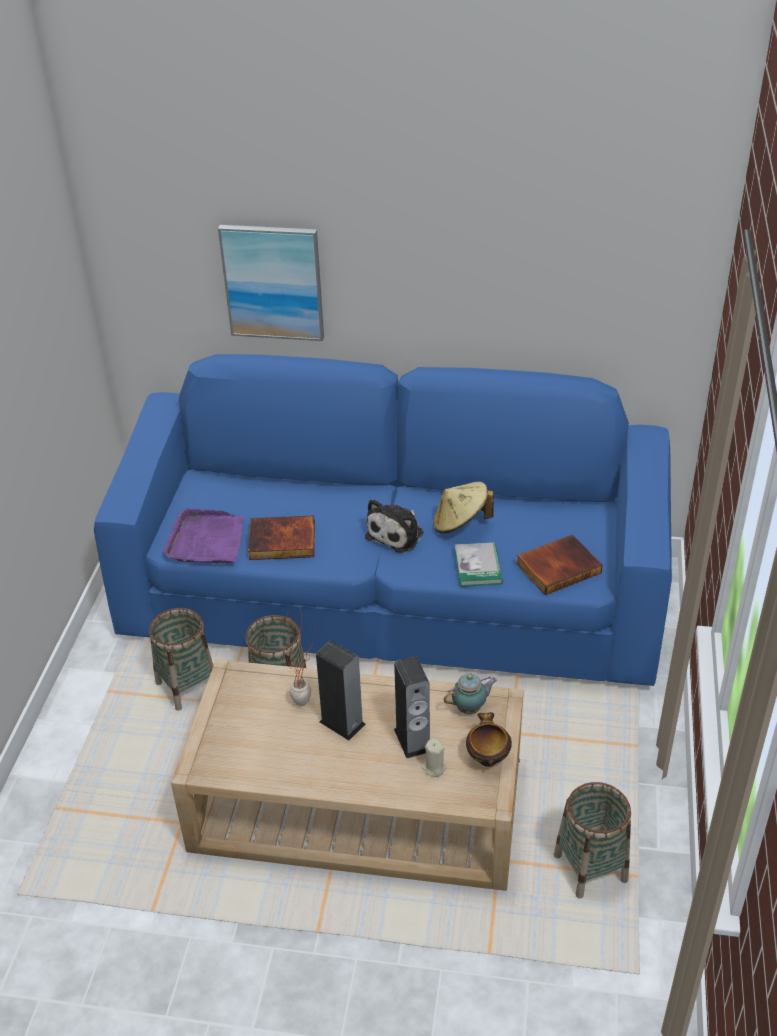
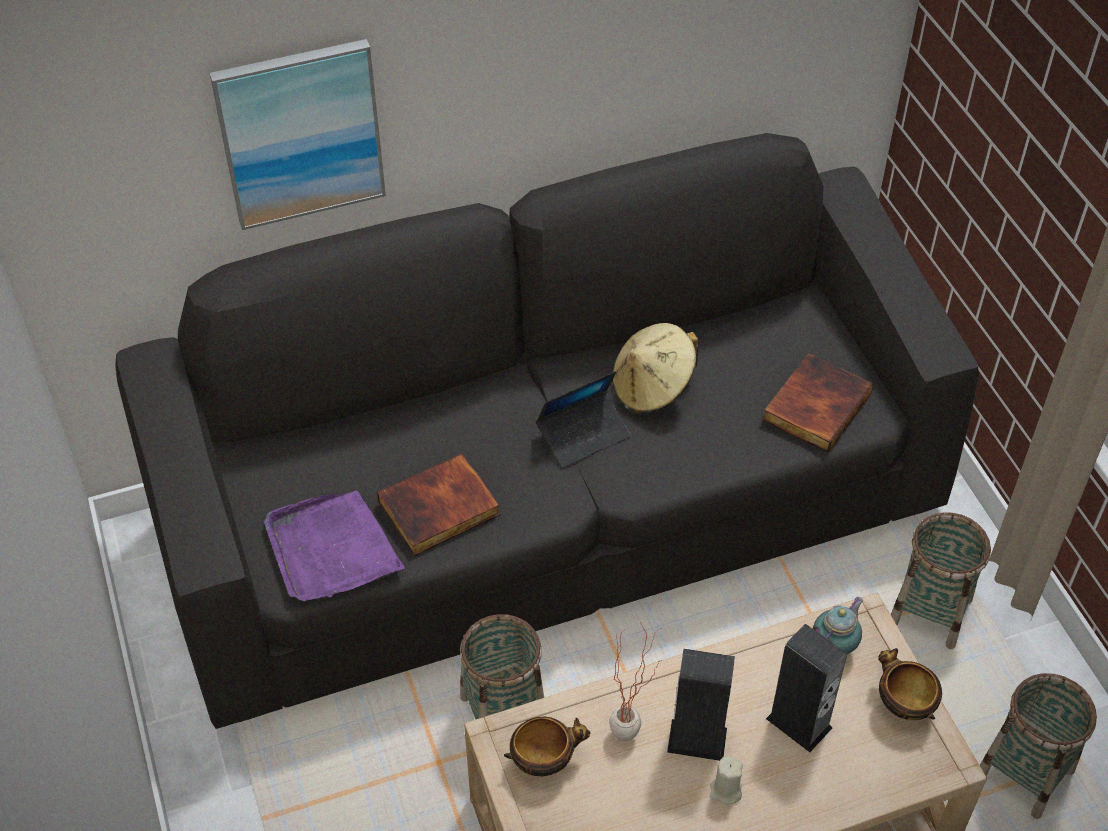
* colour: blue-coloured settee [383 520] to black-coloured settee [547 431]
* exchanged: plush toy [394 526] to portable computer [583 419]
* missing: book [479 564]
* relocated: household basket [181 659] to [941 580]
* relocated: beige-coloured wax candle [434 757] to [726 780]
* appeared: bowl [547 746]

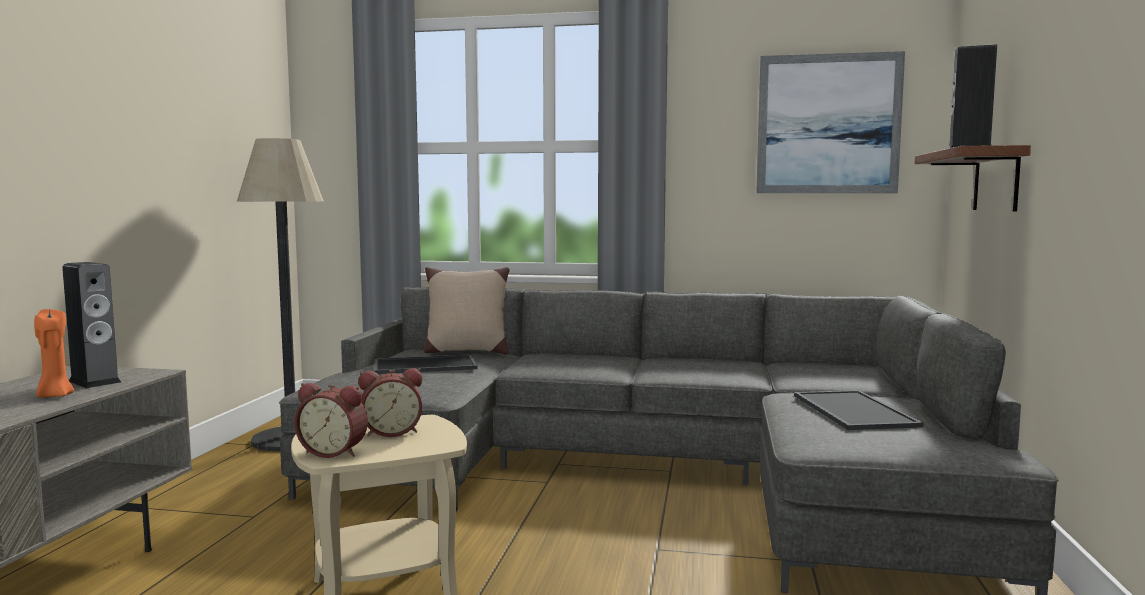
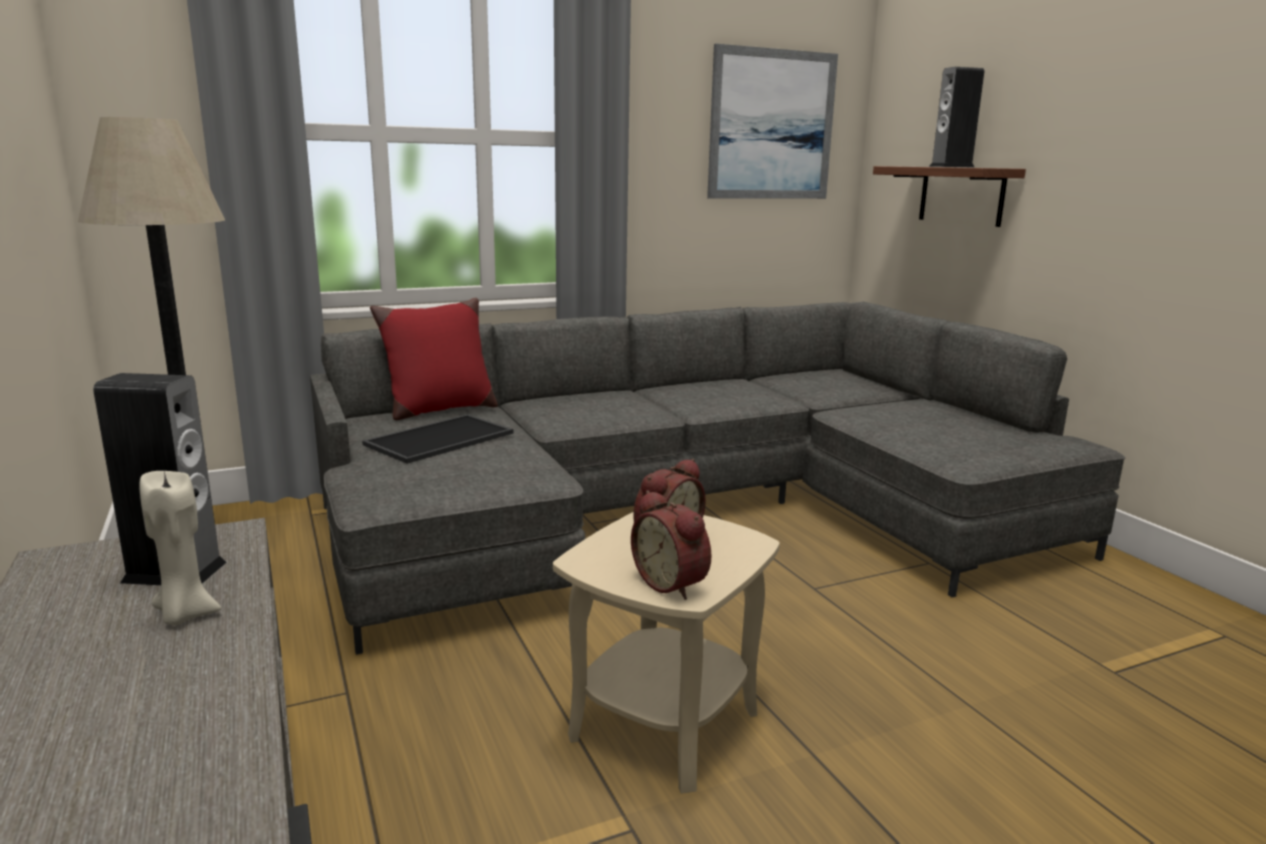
* colour: beige-coloured pillow [466 311] to red pillow [434 359]
* colour: orange-coloured wax candle [54 353] to beige-coloured wax candle [180 548]
* spun: alarm clock [331 420] = [671 545] 75 degrees clockwise
* missing: tray [858 410]

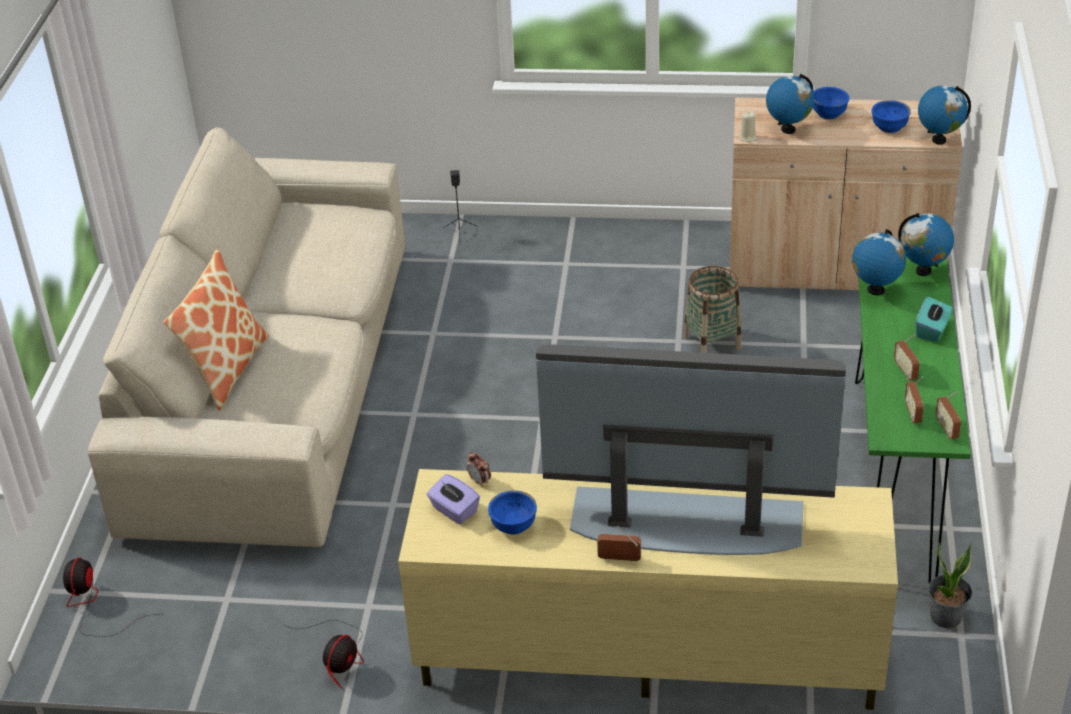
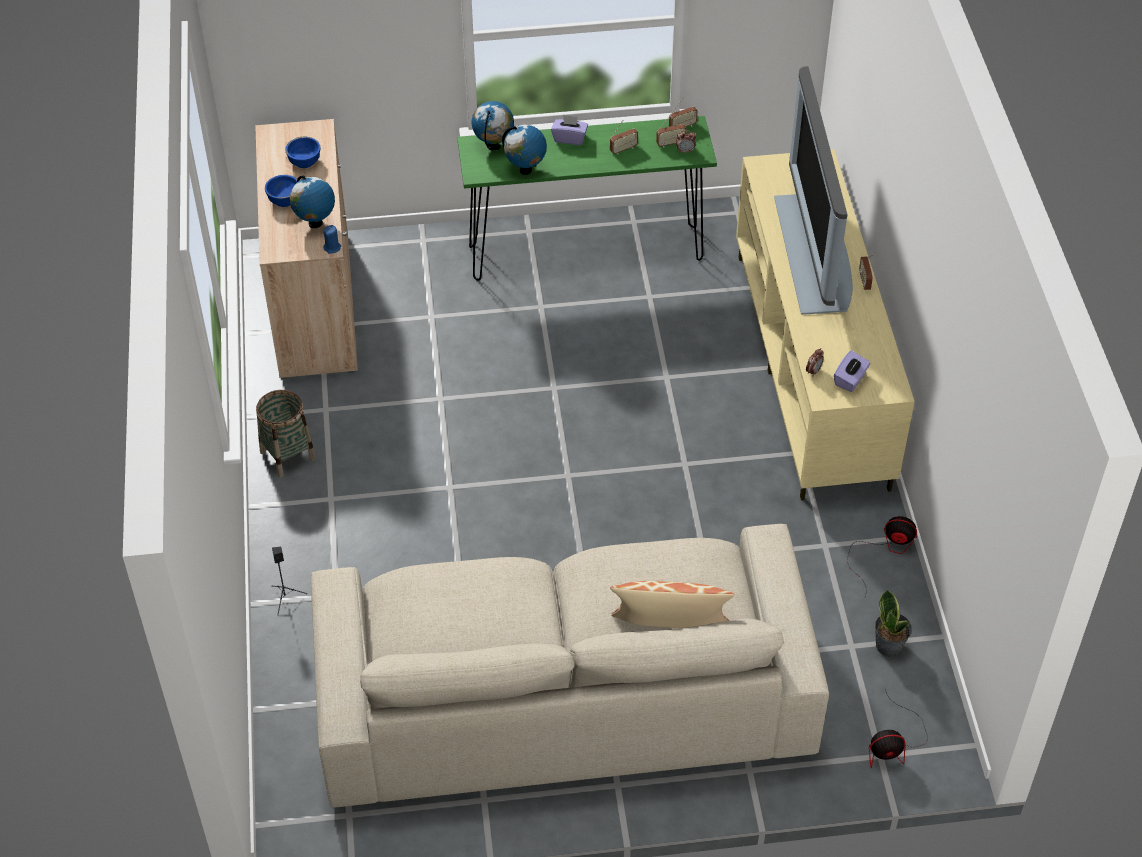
* missing: globe [944 115]
* colour: beige-coloured wax candle [748 127] to blue-coloured wax candle [332 239]
* relocated: household basket [712 309] to [286 433]
* colour: blue-green tissue holder [933 319] to purple-coloured tissue holder [569 129]
* missing: blue-coloured bowl [512 512]
* relocated: houseplant [950 585] to [893 623]
* appeared: alarm clock [686 142]

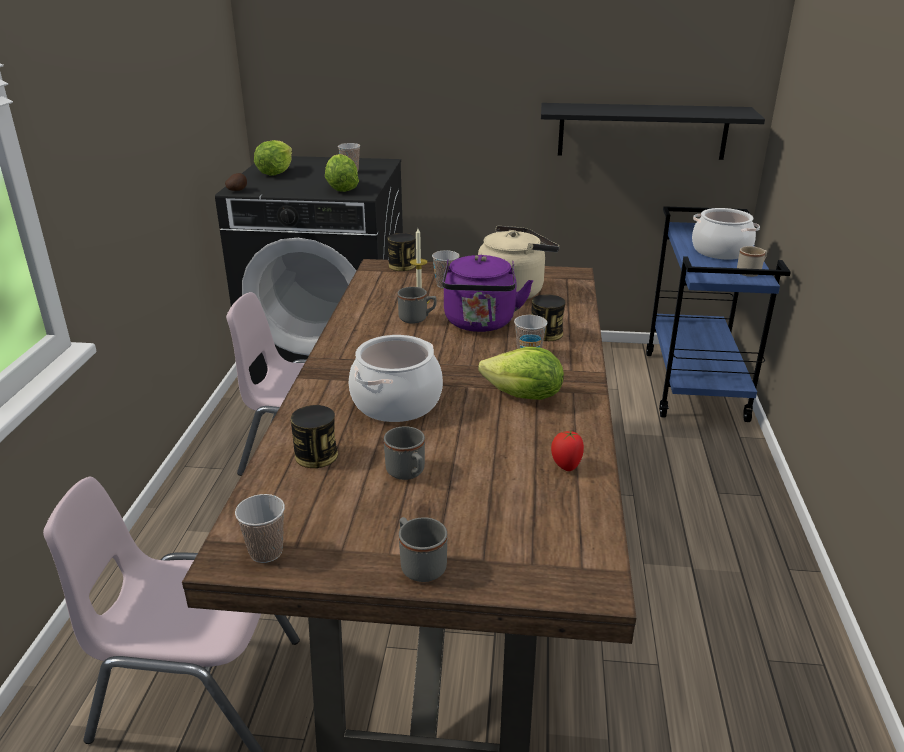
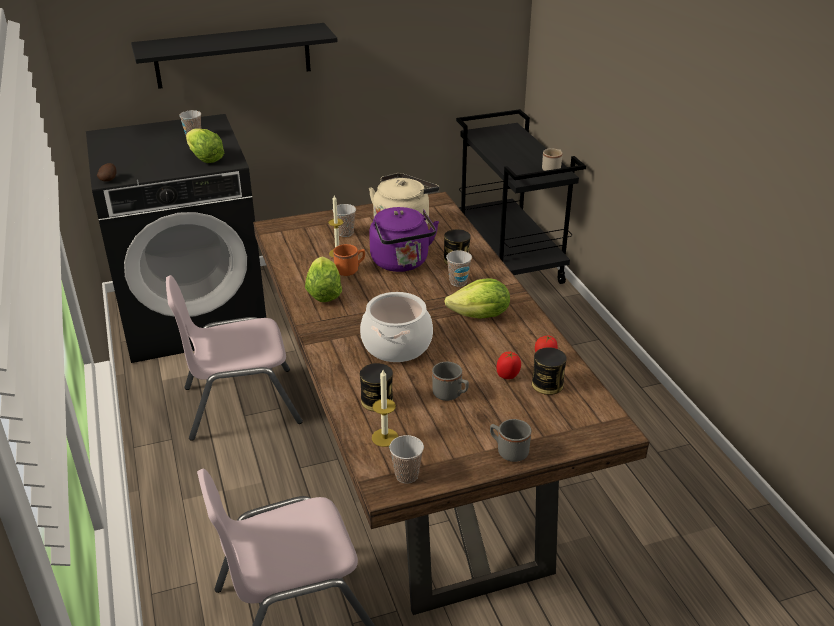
* relocated: black-coloured shelf [653 131] to [234 56]
* relocated: head of lettuce [273 158] to [323 279]
* colour: blue-coloured trolley [718 314] to black-coloured trolley [521 196]
* missing: saucepot [726 234]
* relocated: sealed can [402 252] to [549 371]
* colour: grey tea mug [417 305] to orange-coloured tea mug [349 260]
* appeared: fresh tomato [508 365]
* appeared: wax candle [385 408]

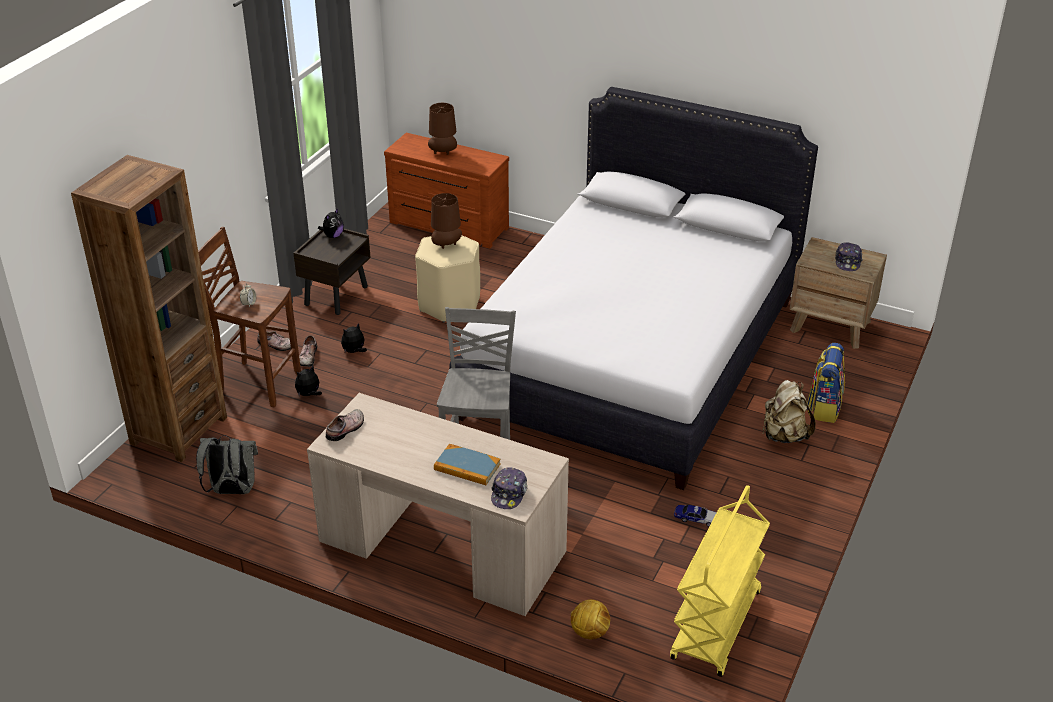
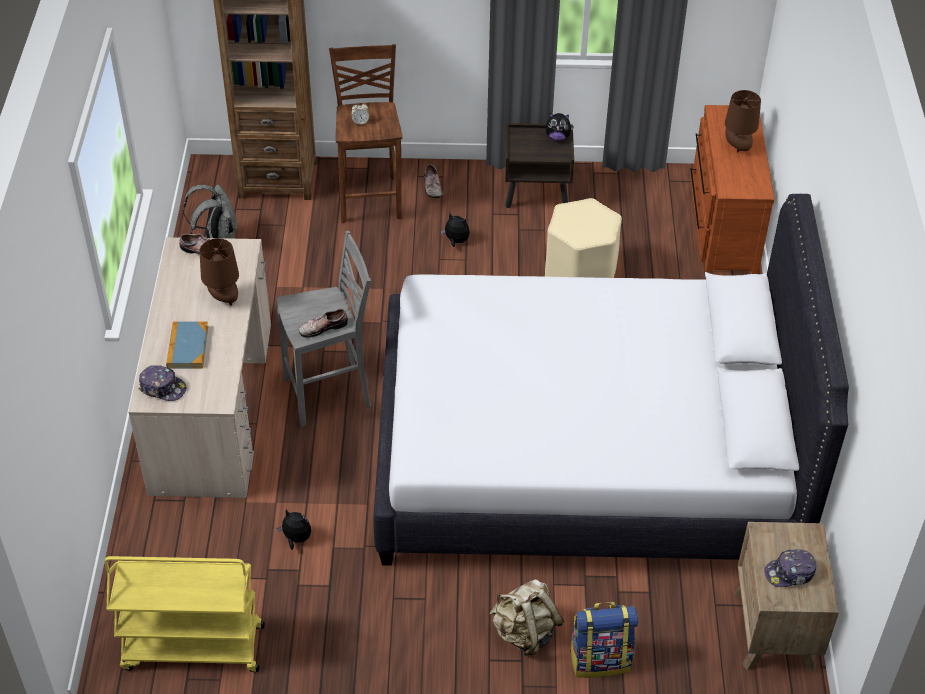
* relocated: brown-coloured lamp for a table [446 221] to [219 272]
* relocated: shoe [308 351] to [323 323]
* relocated: plush toy [308 381] to [294 529]
* spun: cap [509 488] = [162 383] 150 degrees counterclockwise
* missing: toy car [695 516]
* missing: football [590 619]

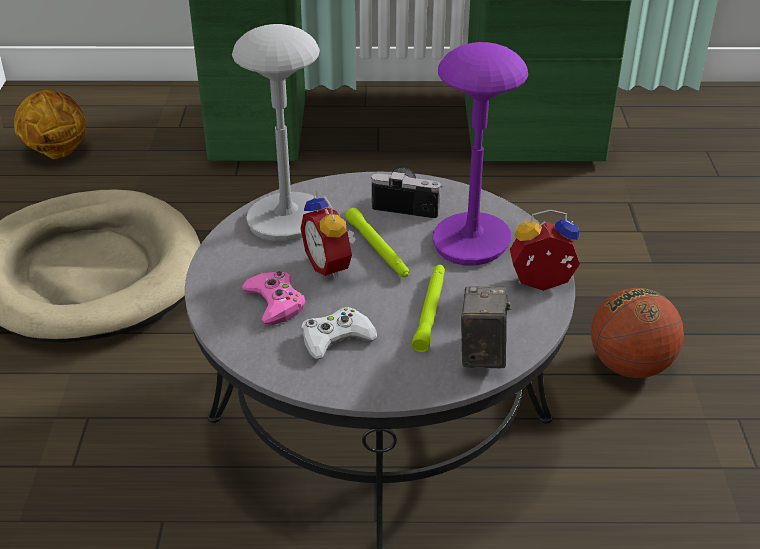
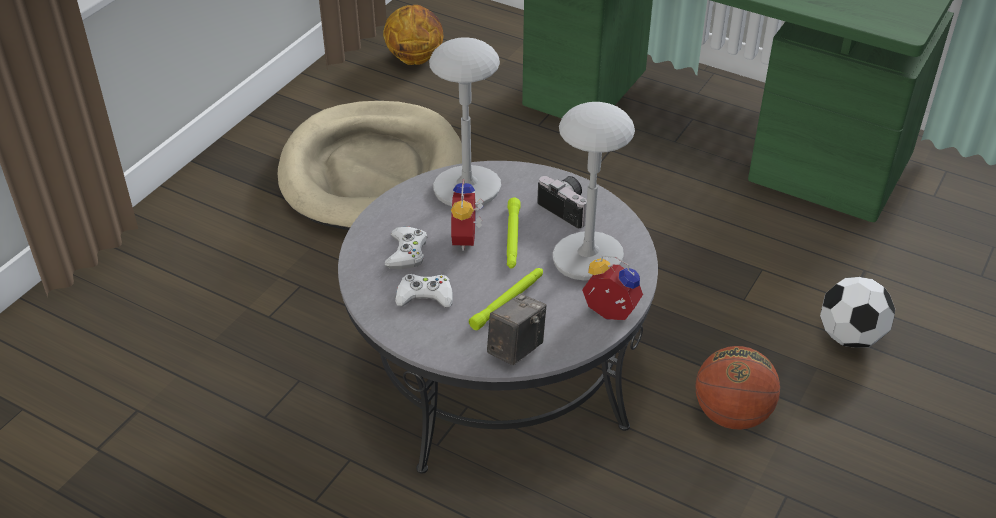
* colour: purple-coloured lamp for a table [480 153] to grey lamp for a table [594 191]
* colour: pink-coloured joypad [273 298] to white-coloured joypad [406 247]
* appeared: football [857 312]

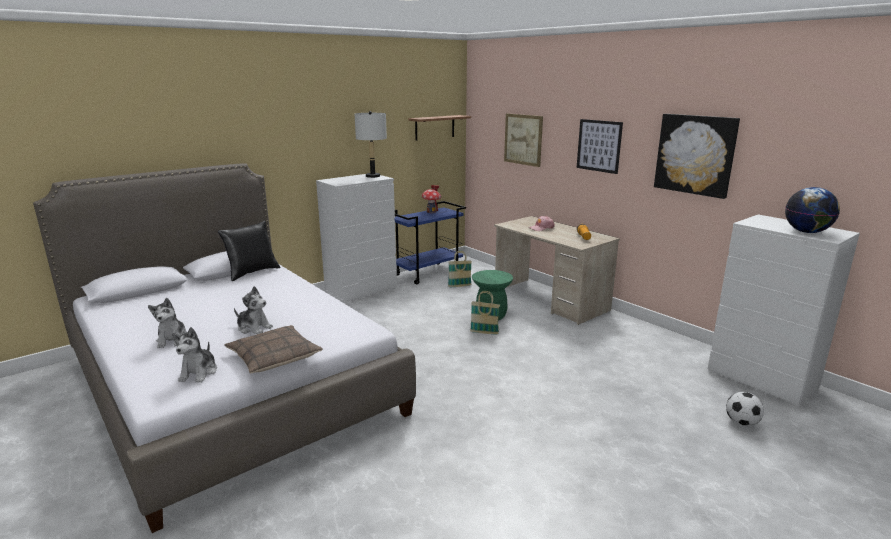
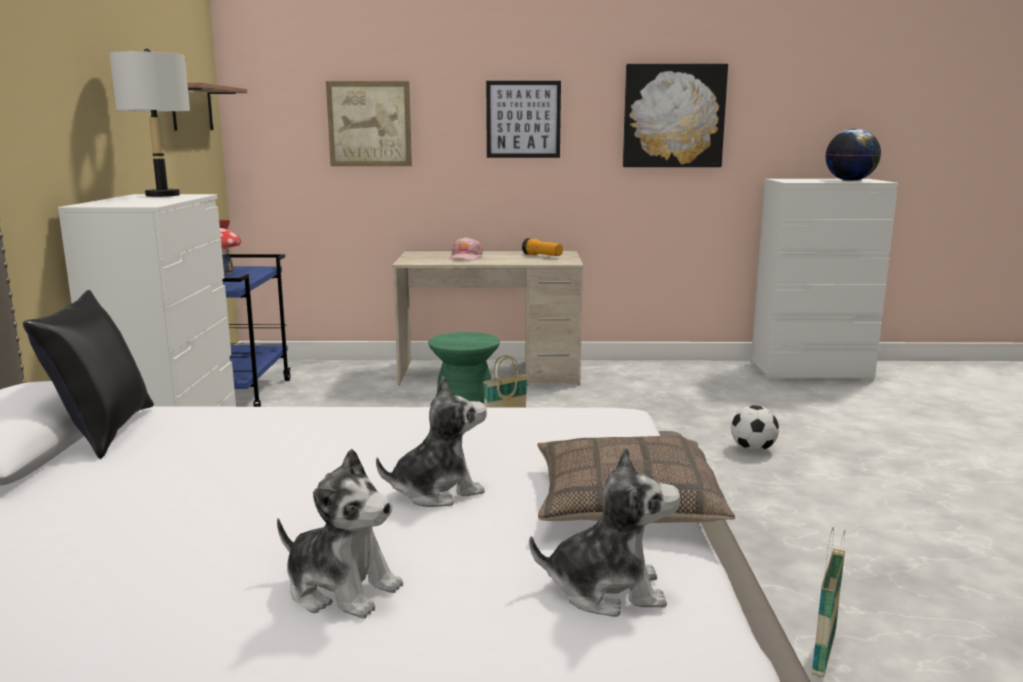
* relocated: household basket [460 269] to [828 603]
* spun: plush toy [194 355] = [605 531] 45 degrees counterclockwise
* relocated: football [745 409] to [755 428]

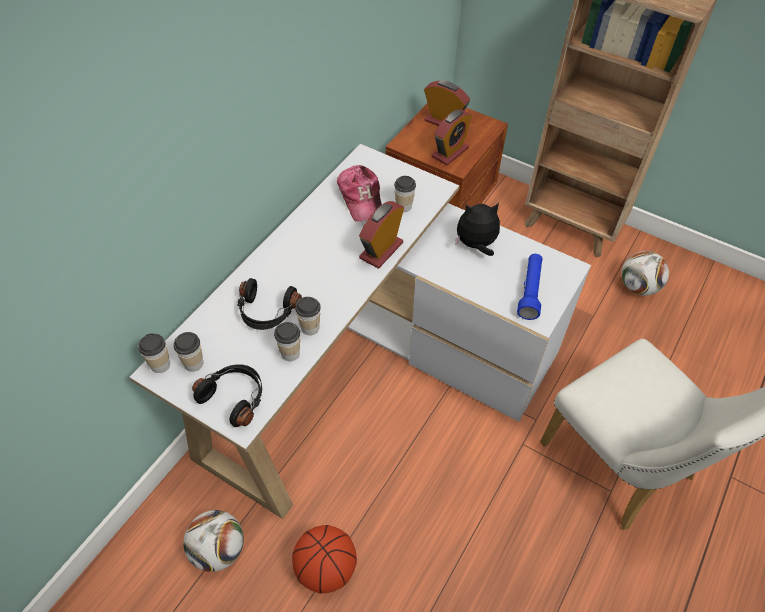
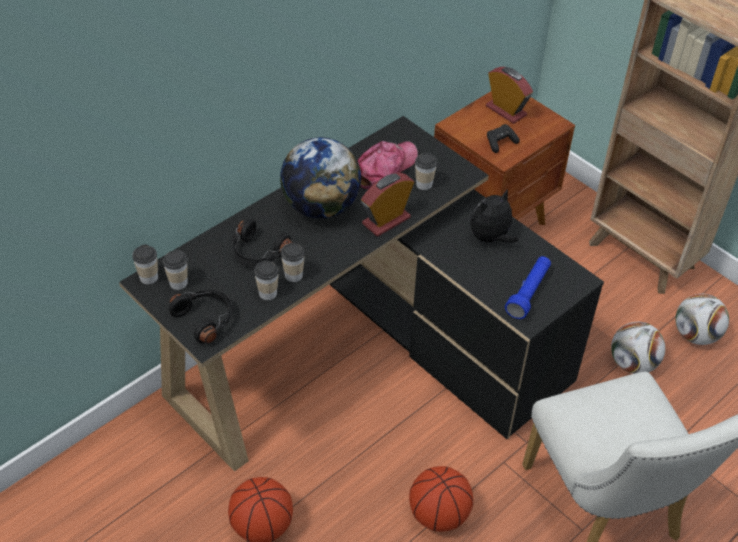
* exchanged: alarm clock [452 137] to black-coloured joypad [503 138]
* colour: white-coloured desk [360 331] to black-coloured desk [361 294]
* spun: cap [359 193] = [387 165] 135 degrees counterclockwise
* spun: plush toy [477 229] = [494 215] 45 degrees counterclockwise
* relocated: football [213 541] to [638 348]
* appeared: globe [320 178]
* appeared: ball for basketball [441 499]

